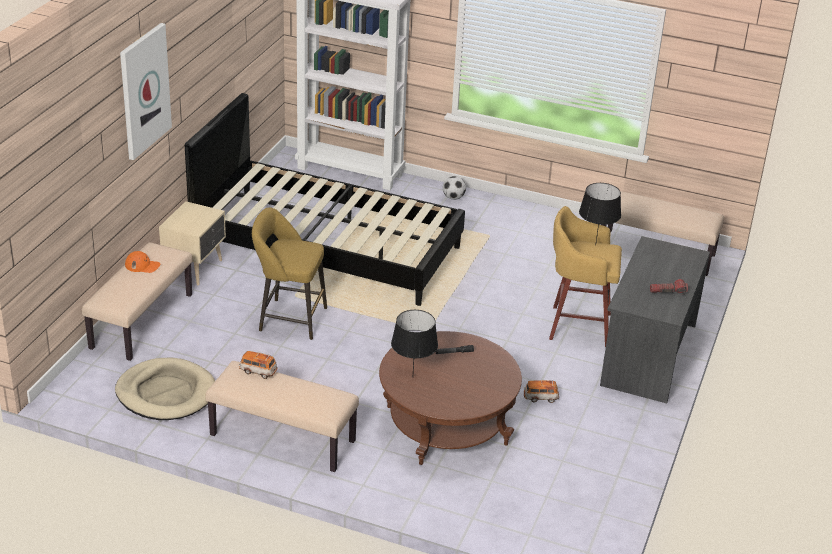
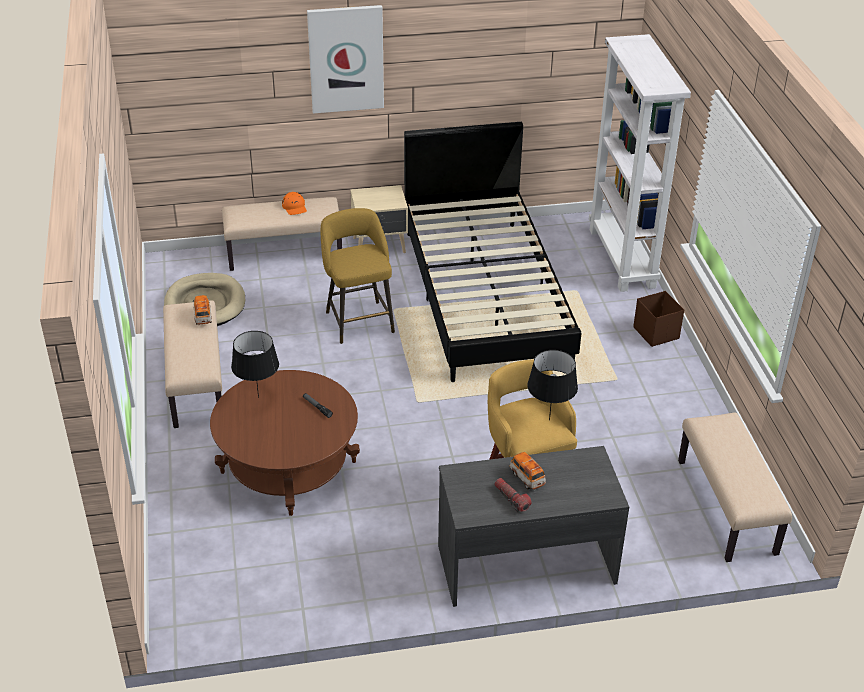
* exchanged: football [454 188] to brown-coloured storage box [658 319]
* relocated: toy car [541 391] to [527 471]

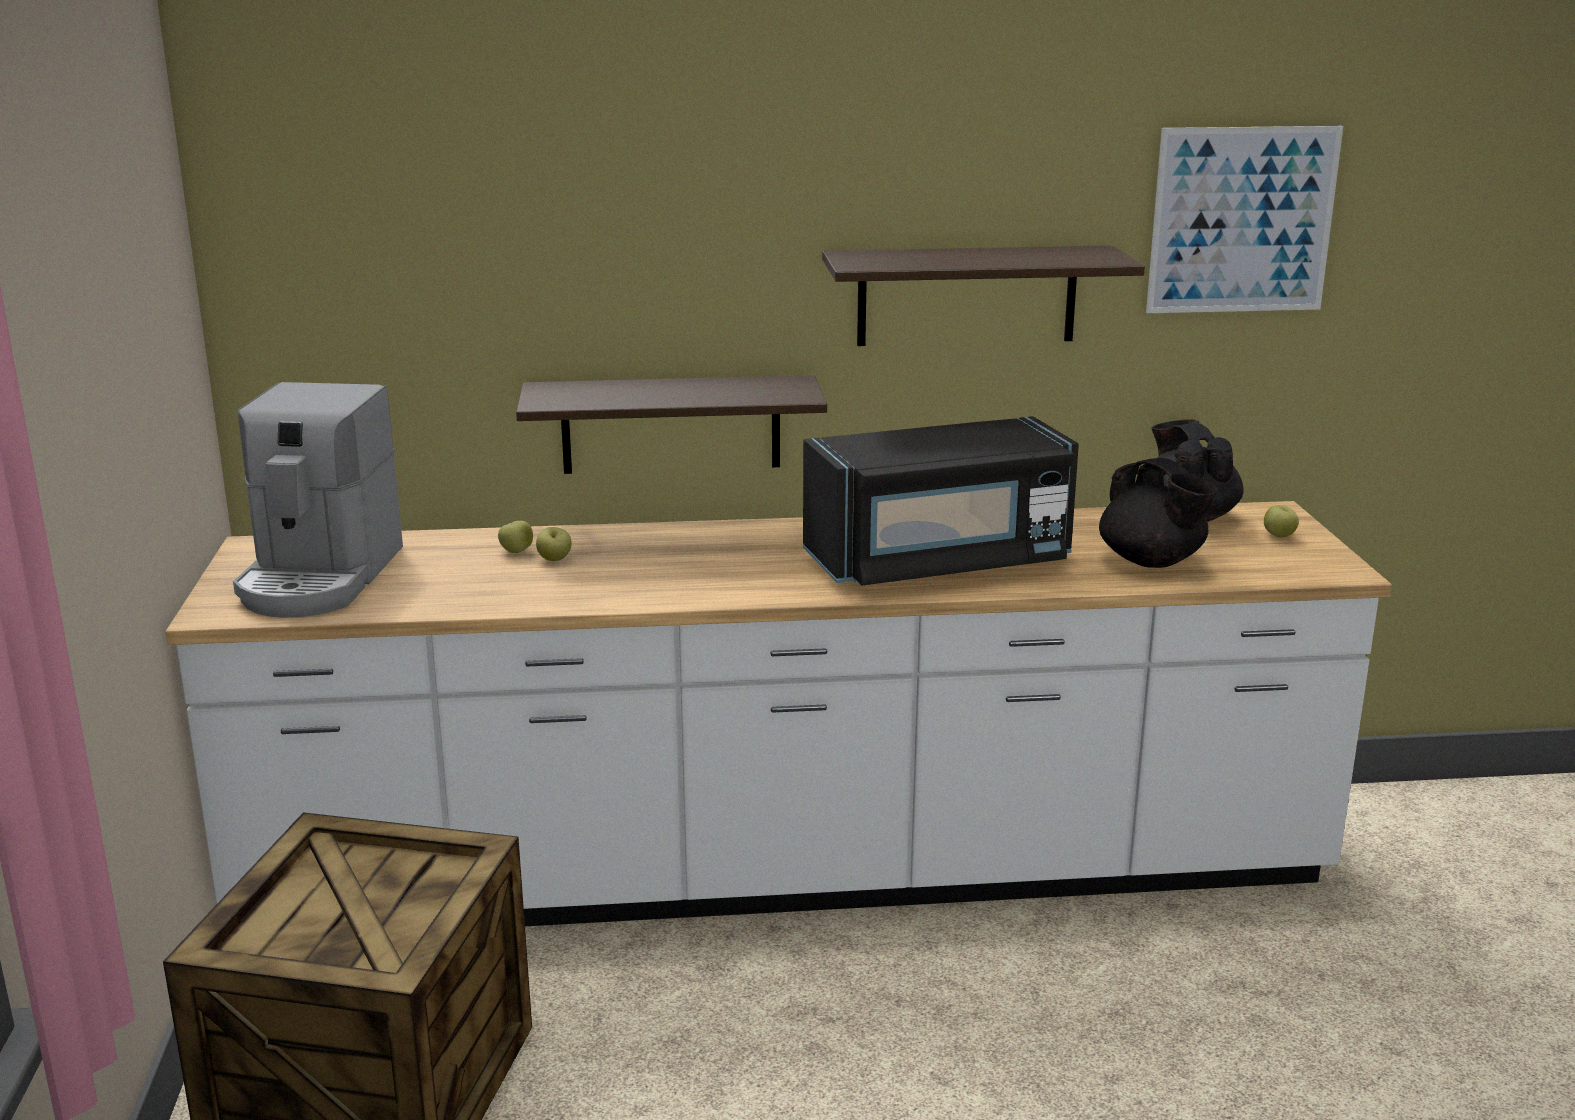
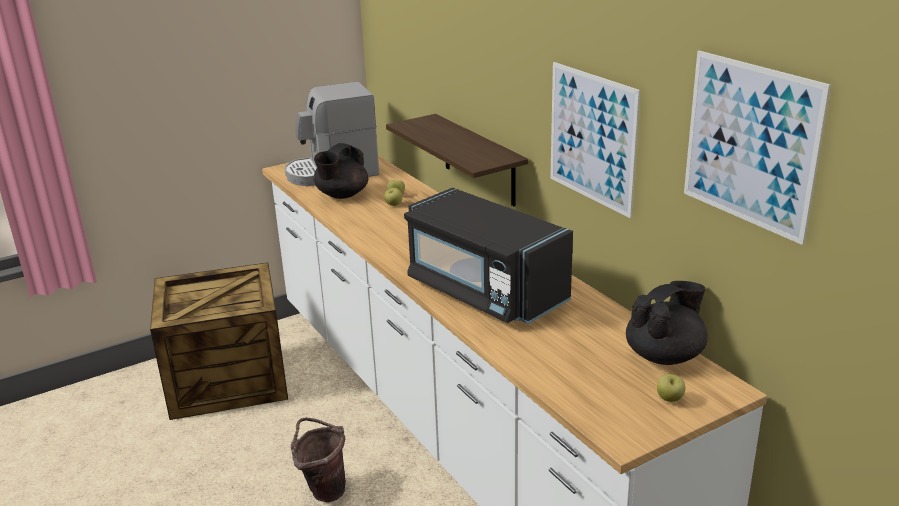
* exchanged: shelf [983 295] to wall art [595 140]
* relocated: black-coloured pot for tea [1158 513] to [341 171]
* appeared: brown-coloured bucket [318 459]

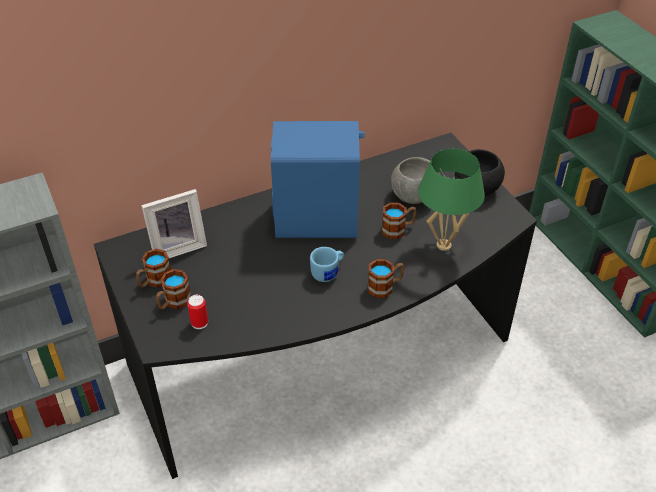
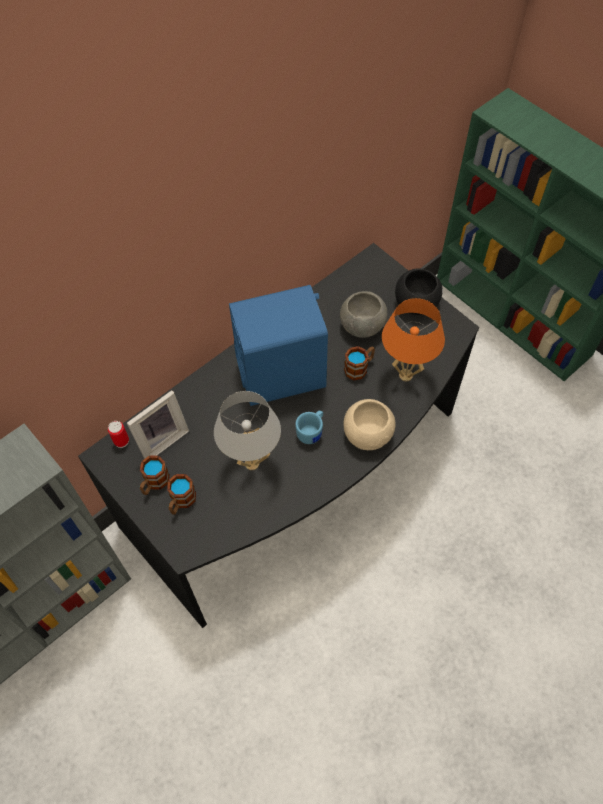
* colour: greenish lamp for a table [451 200] to orange-coloured lamp for a table [413 339]
* exchanged: tea mug [386 278] to beige-coloured bowl [370 424]
* relocated: sealed can [197 312] to [118 434]
* appeared: white-coloured lamp for a table [247 430]

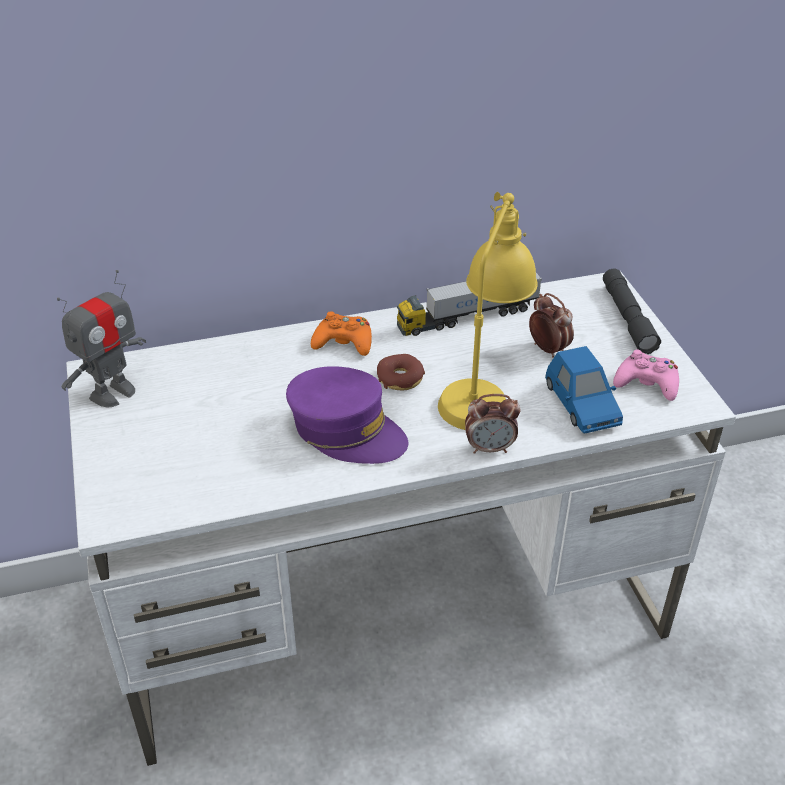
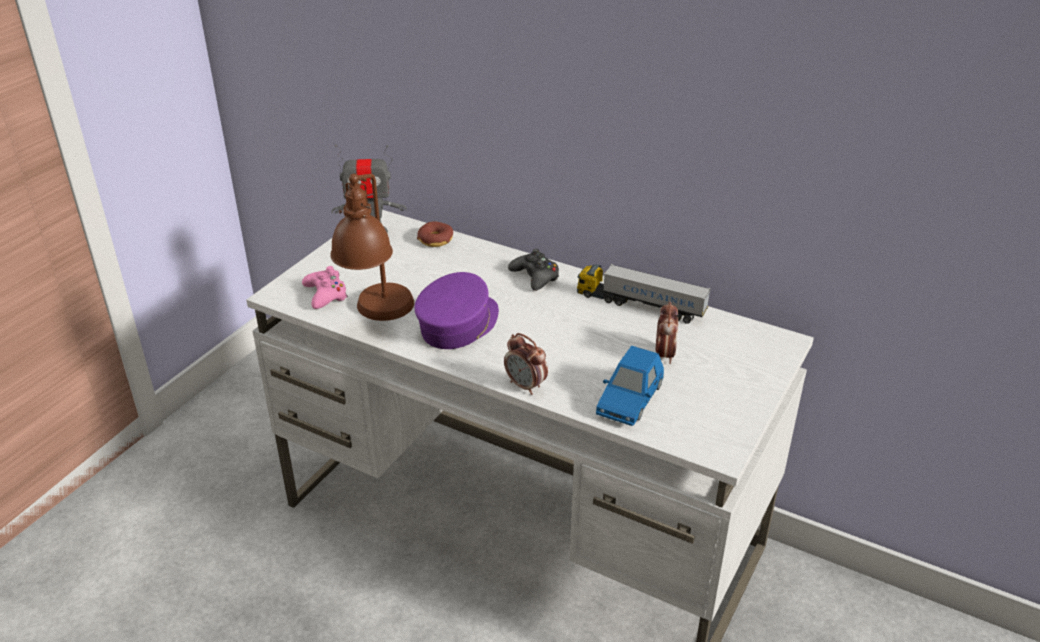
* missing: yellow lamp for a table [488 311]
* missing: grey flashlight [632 311]
* colour: orange-coloured joypad [341 333] to black-coloured joypad [533 270]
* relocated: pink-coloured joypad [646 375] to [325 287]
* relocated: doughnut [401 372] to [435 234]
* spun: purple-coloured cap [347 415] = [456 310] 135 degrees counterclockwise
* appeared: brown-coloured lamp for a table [372 247]

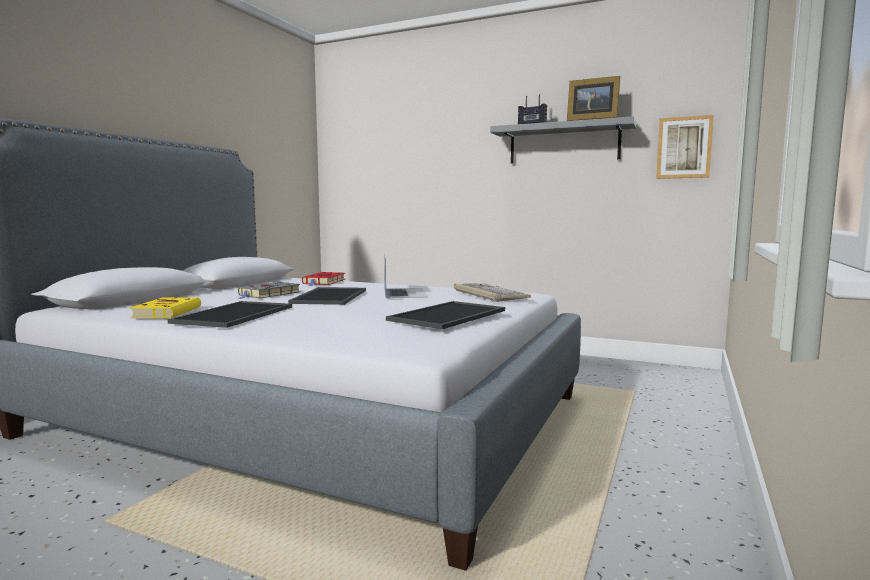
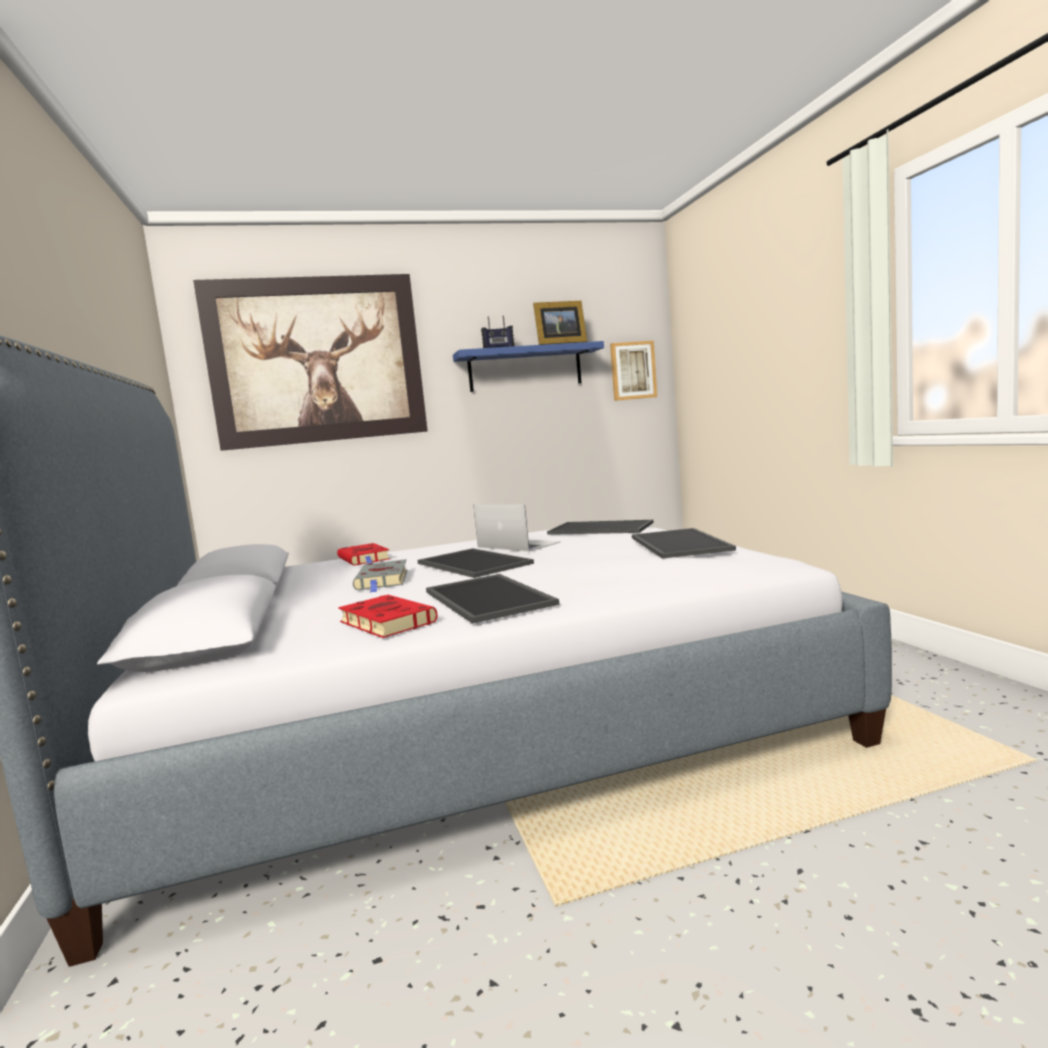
* colour: grey shelf [563 140] to blue-coloured shelf [528 366]
* exchanged: keyboard [492 292] to tray [600 527]
* colour: yellow book [165 308] to red book [387 616]
* appeared: wall art [310 362]

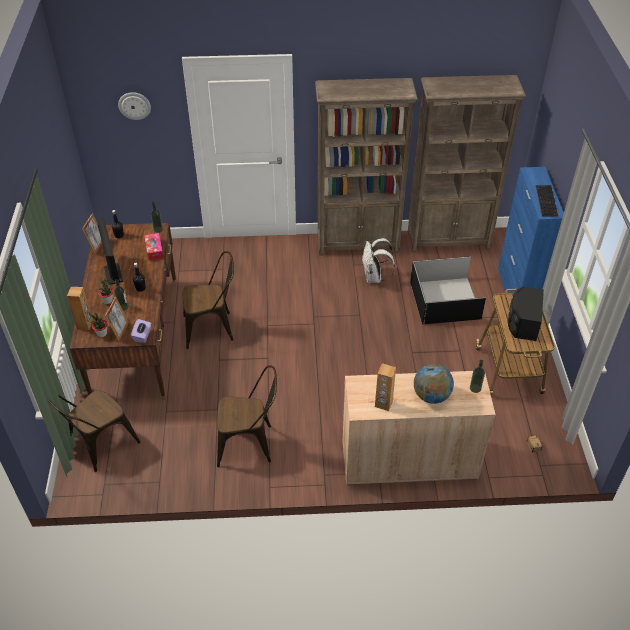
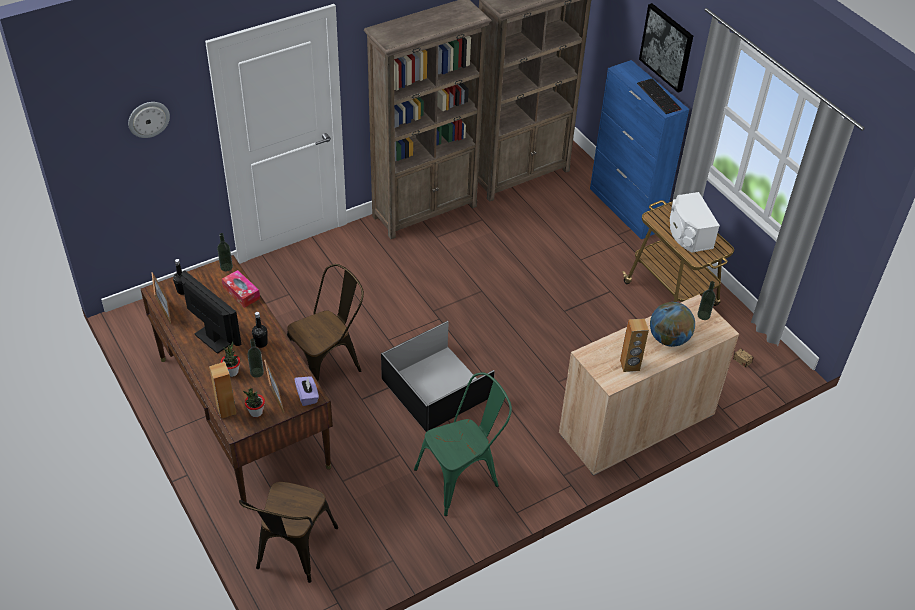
* missing: white-coloured backpack [378 260]
* relocated: black-coloured storage box [448 290] to [438 376]
* colour: black-coloured speaker [526 313] to white-coloured speaker [695 222]
* colour: brown-coloured plain chair [247 416] to greenish plain chair [463 444]
* appeared: wall art [666 48]

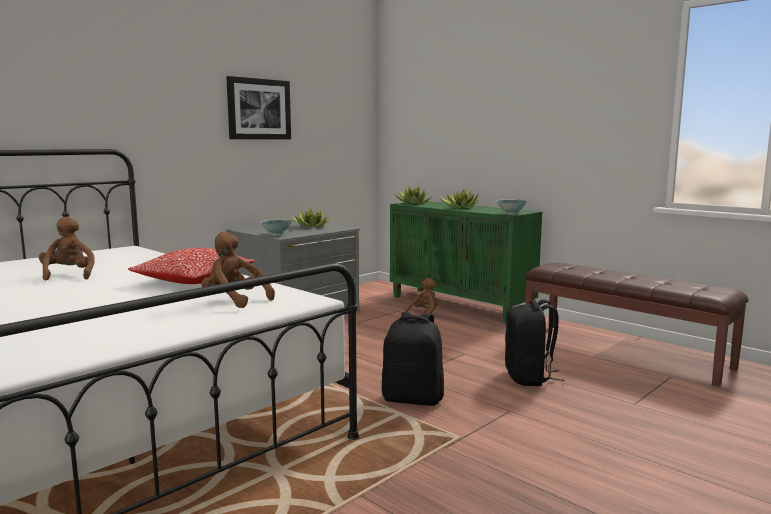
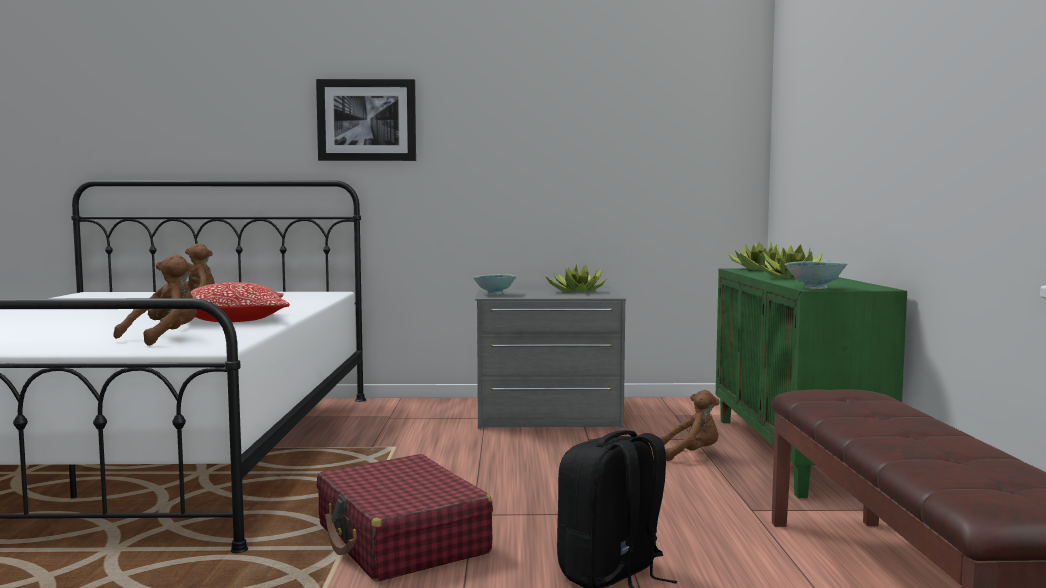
* relocated: wall art [258 108] to [366 120]
* spun: brown-coloured plush toy [238 270] = [155 300] 45 degrees clockwise
* exchanged: black-coloured backpack [413 359] to red piece of luggage [405 518]

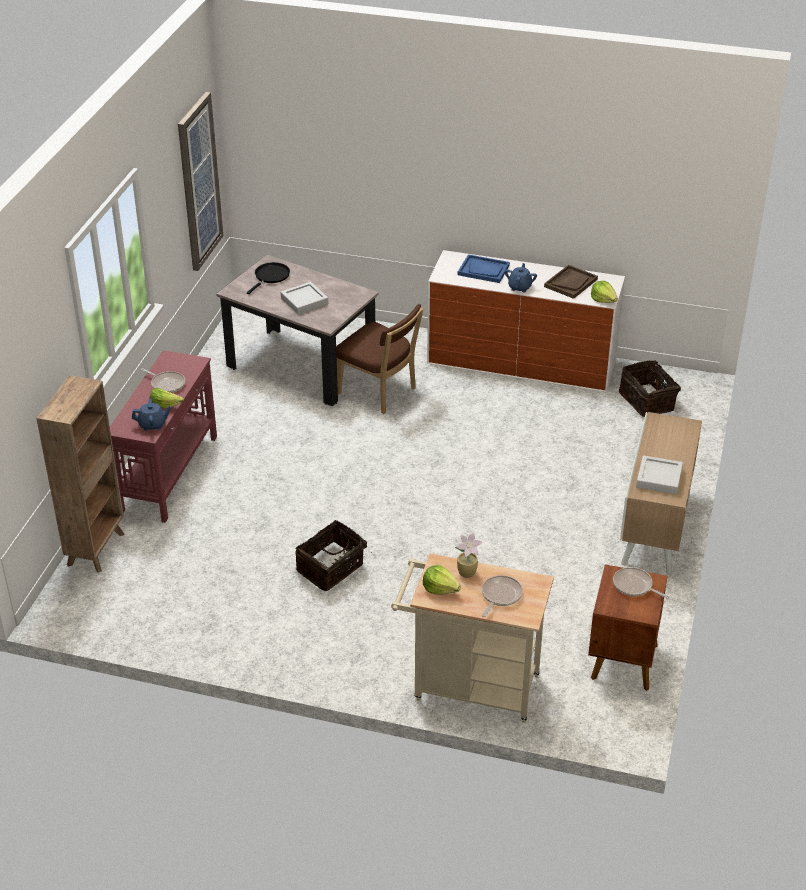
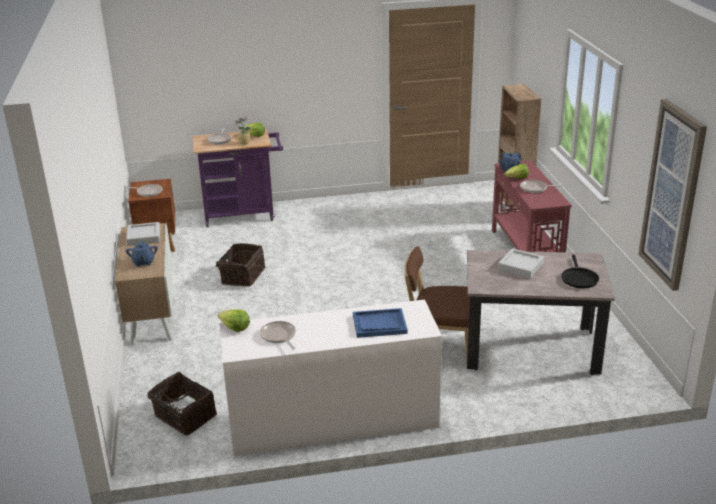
* relocated: blue-coloured pot for tea [520 277] to [142 254]
* exchanged: brown-coloured tray [571 282] to frying pan [278 335]
* relocated: household basket [333 555] to [240 265]
* colour: beige-coloured trolley [472 638] to purple-coloured trolley [238 178]

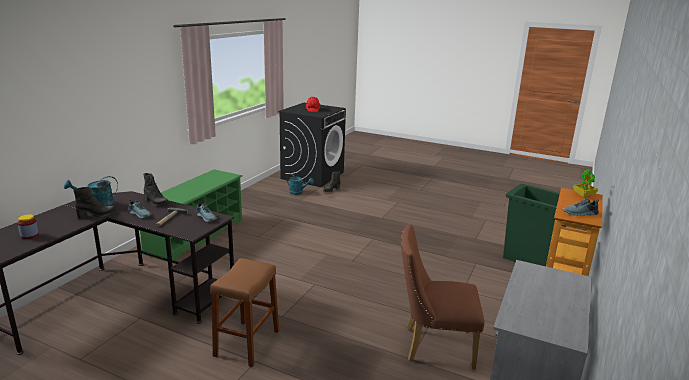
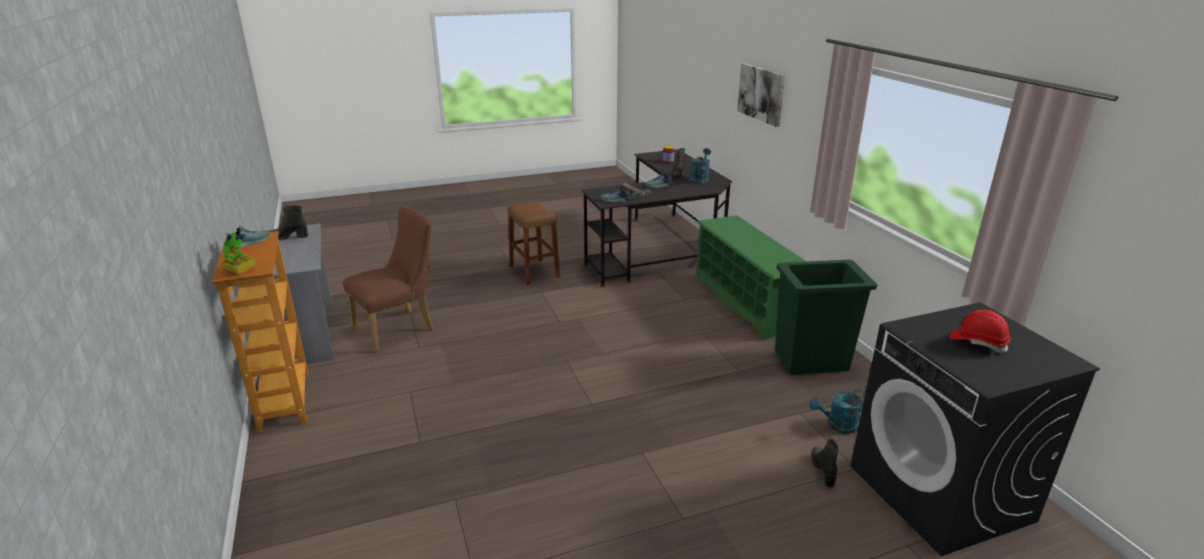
* relocated: black-coloured boot [156 189] to [288 222]
* relocated: greenish trash can [534 225] to [826 317]
* appeared: wall art [761 95]

